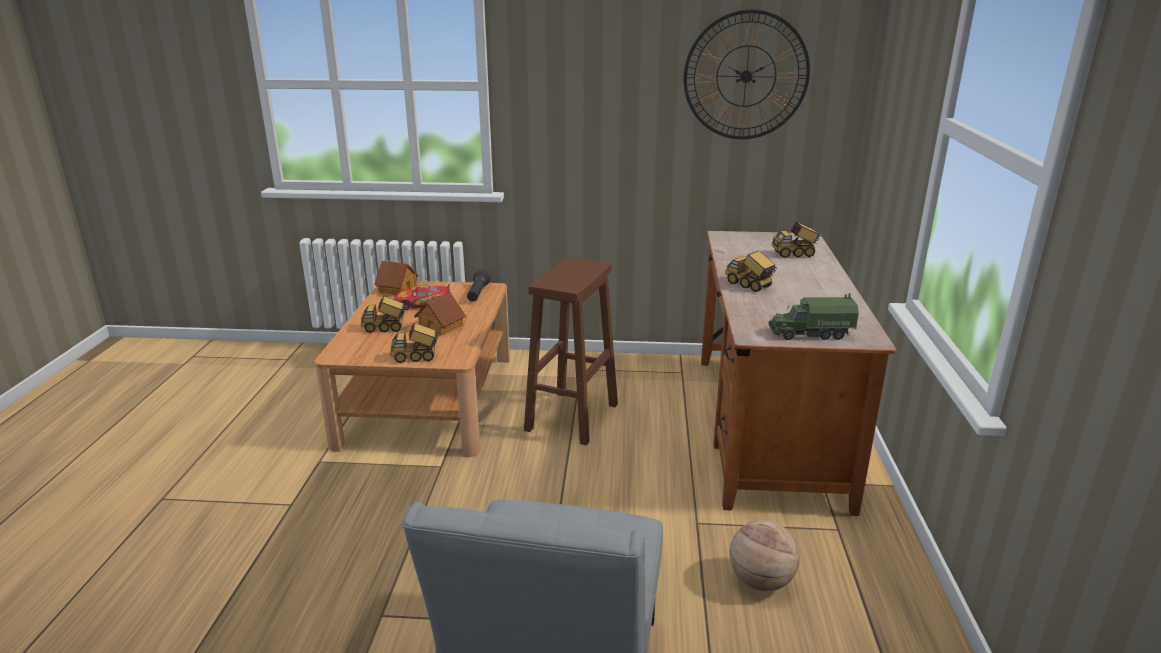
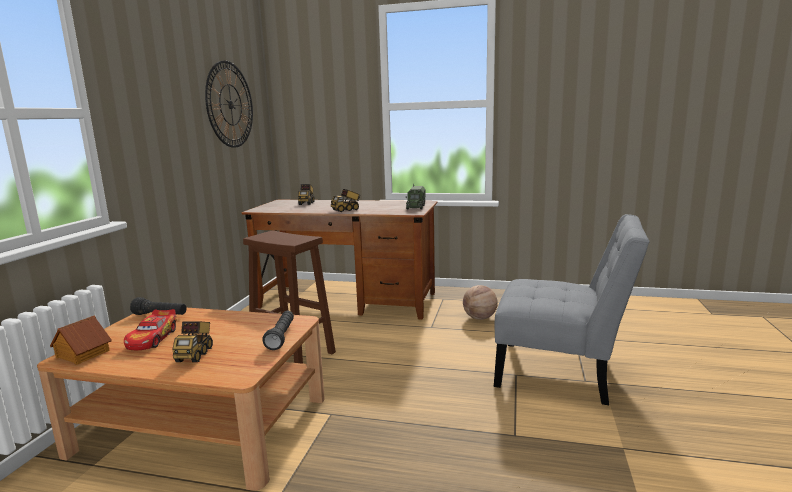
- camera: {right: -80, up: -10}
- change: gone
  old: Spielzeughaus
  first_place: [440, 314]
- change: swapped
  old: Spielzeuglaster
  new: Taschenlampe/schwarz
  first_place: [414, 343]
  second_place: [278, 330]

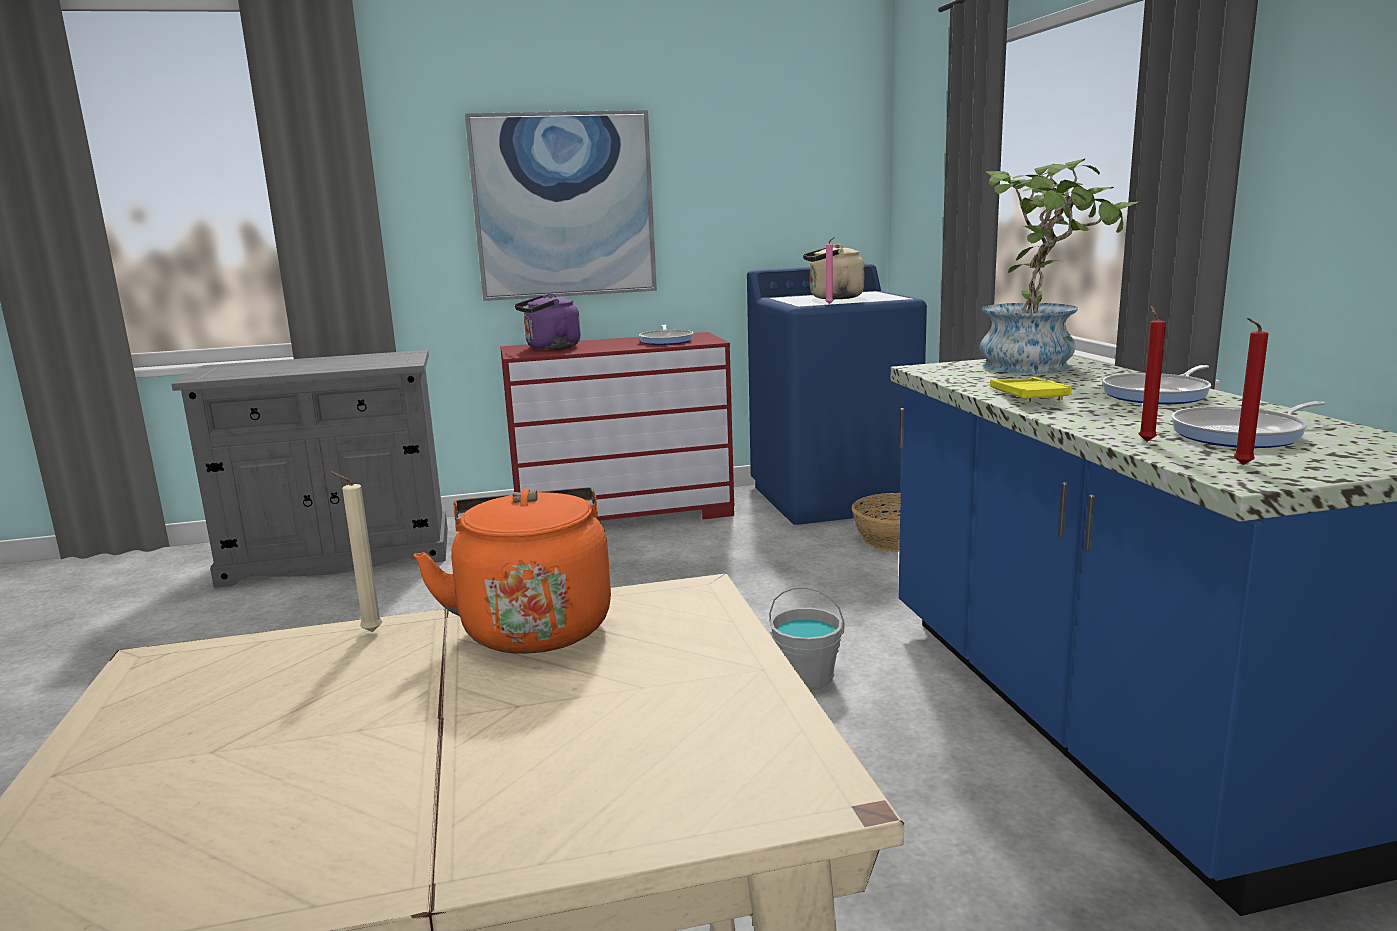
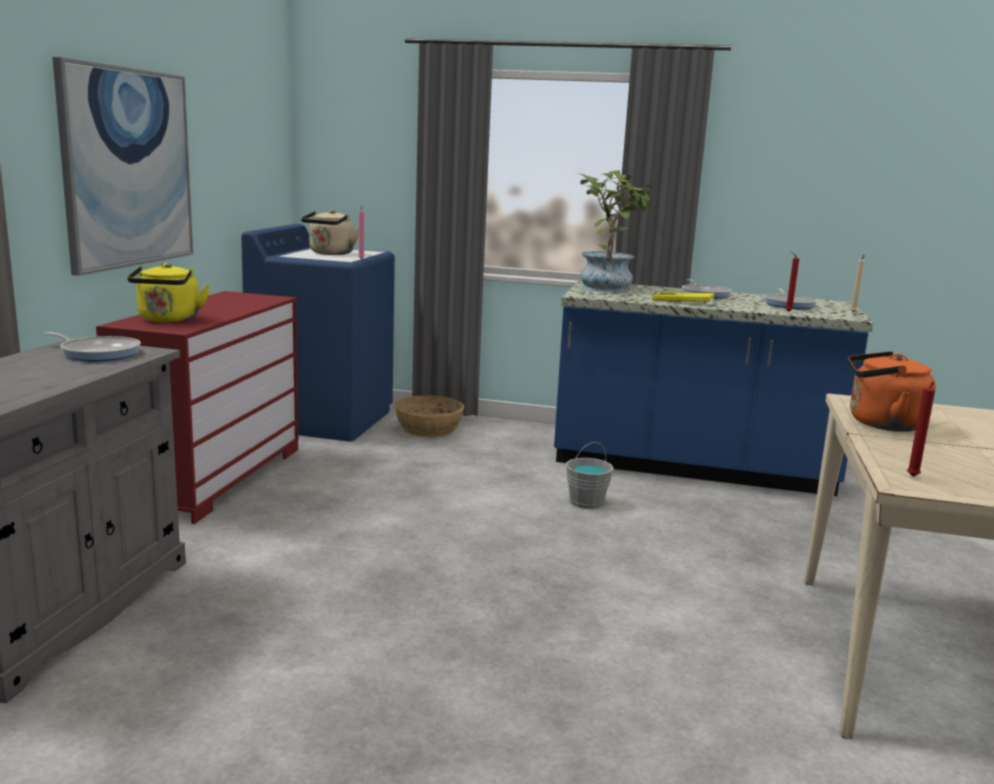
- camera: {right: -65, up: 0}
- change: repainted
  old: Wasserkessel/lila
  new: Wasserkessel/gelb
  first_place: [547, 322]
  second_place: [168, 293]
- change: shifted
  old: Kerze/rot
  first_place: [1251, 391]
  second_place: [921, 429]
- change: shifted
  old: Pfanne
  first_place: [666, 335]
  second_place: [92, 346]
- change: shifted
  old: Kerze/beige
  first_place: [355, 551]
  second_place: [857, 283]

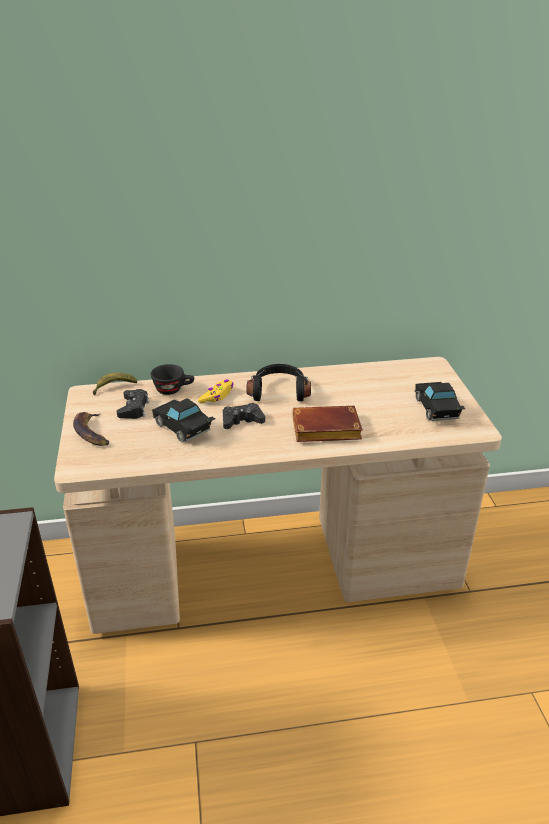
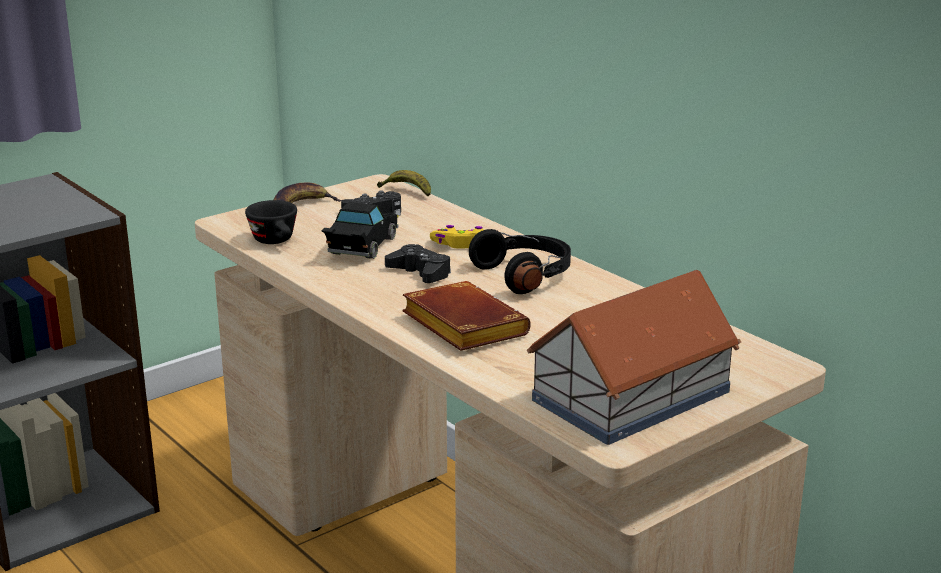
- camera: {right: 60, up: -10}
- change: shifted
  old: Tasse/schwarz
  first_place: [172, 379]
  second_place: [271, 222]
- change: swapped
  old: Spielzeugauto/schwarz
  new: Spielzeughaus
  first_place: [439, 401]
  second_place: [634, 357]

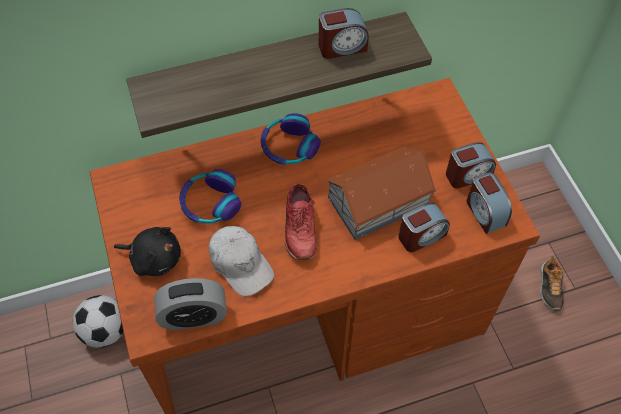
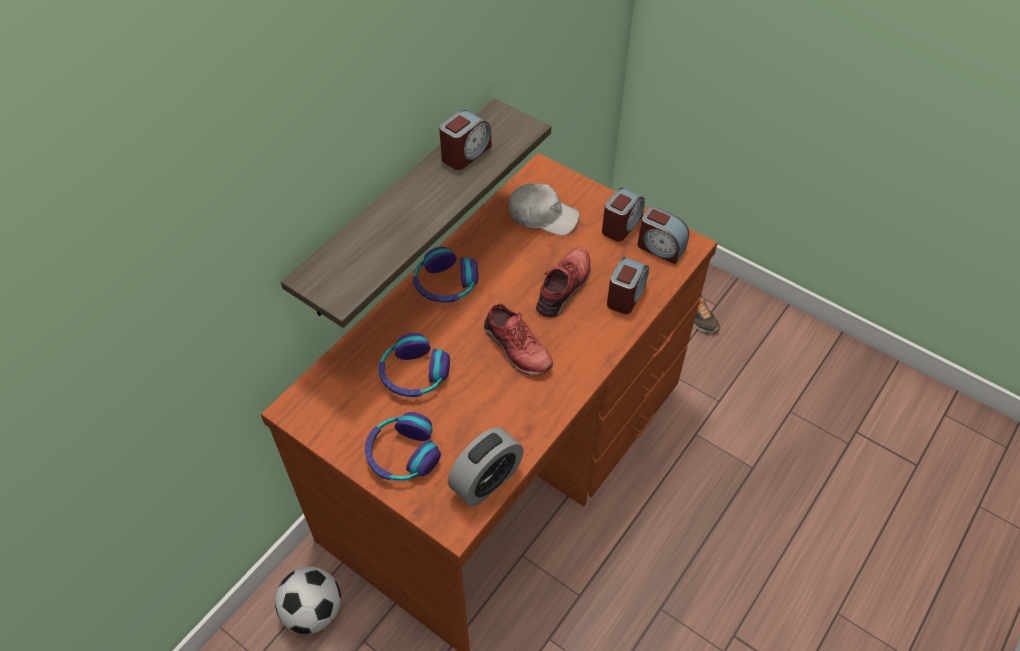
- camera: {right: -35, up: -5}
- change: swapped
  old: Spielzeughaus
  new: Schuh/rot
  first_place: [381, 193]
  second_place: [563, 282]
- change: shifted
  old: Kappe/weiß
  first_place: [241, 261]
  second_place: [544, 209]
- change: swapped
  old: Plüschtier/schwarz
  new: Kopfhörer
  first_place: [147, 251]
  second_place: [403, 446]

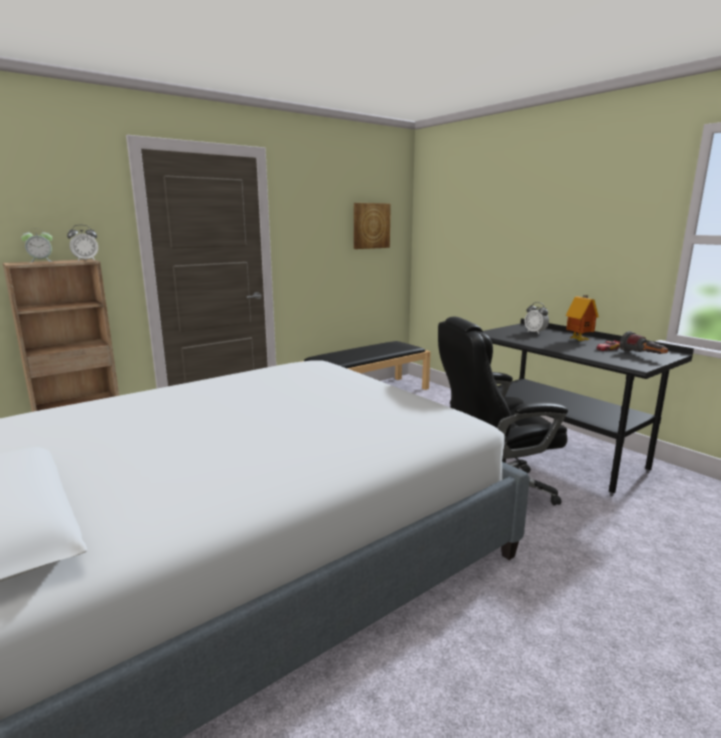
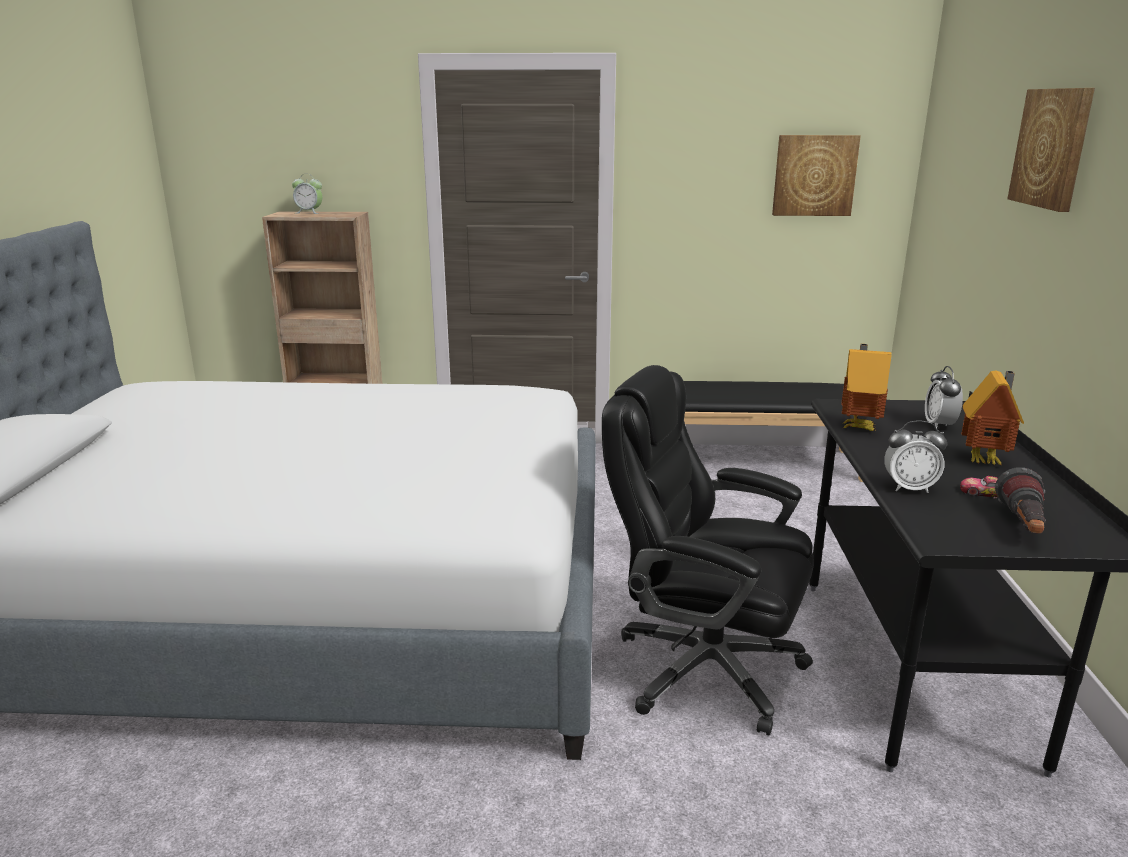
- camera: {right: 40, up: 5}
- change: shifted
  old: Wecker
  first_place: [82, 243]
  second_place: [915, 456]
- change: new
  new: Bild
  second_place: [1051, 150]
- change: new
  new: Spielzeughaus
  second_place: [866, 387]

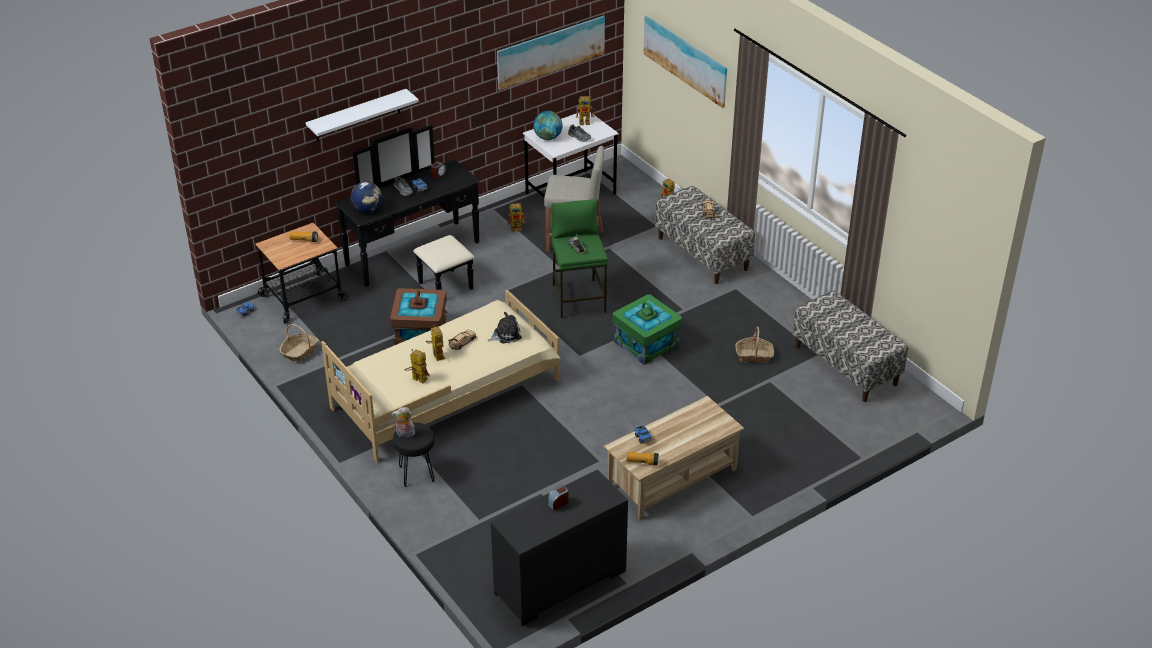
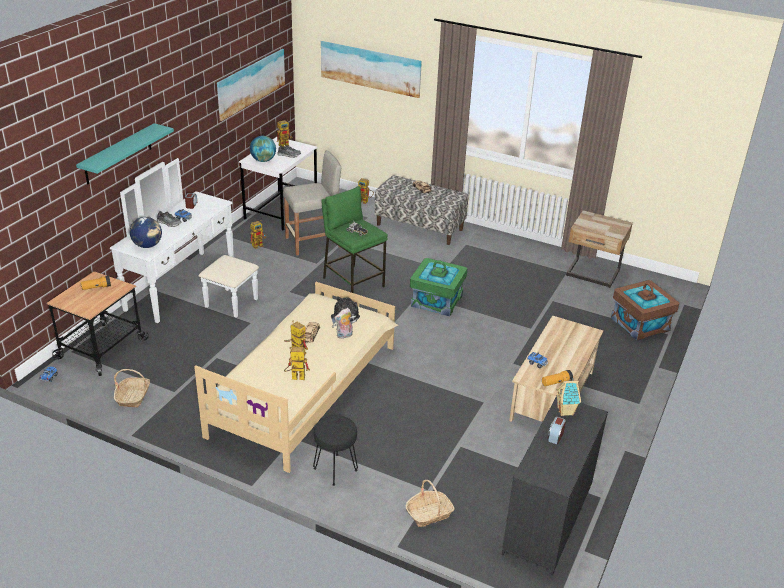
- camera: {right: -30, up: -5}
- change: repainted
  old: Wandregal/weiß
  new: Wandregal/türkis
  first_place: [362, 115]
  second_place: [125, 154]
- change: repainted
  old: Kommode/schwarz
  new: Kommode/weiß
  first_place: [407, 207]
  second_place: [184, 240]
- change: shifted
  old: Aufbewahrungsbox/braun
  first_place: [418, 316]
  second_place: [645, 310]
- change: swapped
  old: Bank
  new: Nachttisch/beige
  first_place: [850, 346]
  second_place: [599, 249]
- change: shifted
  old: Korb
  first_place: [754, 344]
  second_place: [430, 503]
- change: shifted
  old: Plüschtier
  first_place: [403, 422]
  second_place: [343, 323]
- change: new
  new: Spielzeughaus
  second_place: [568, 397]

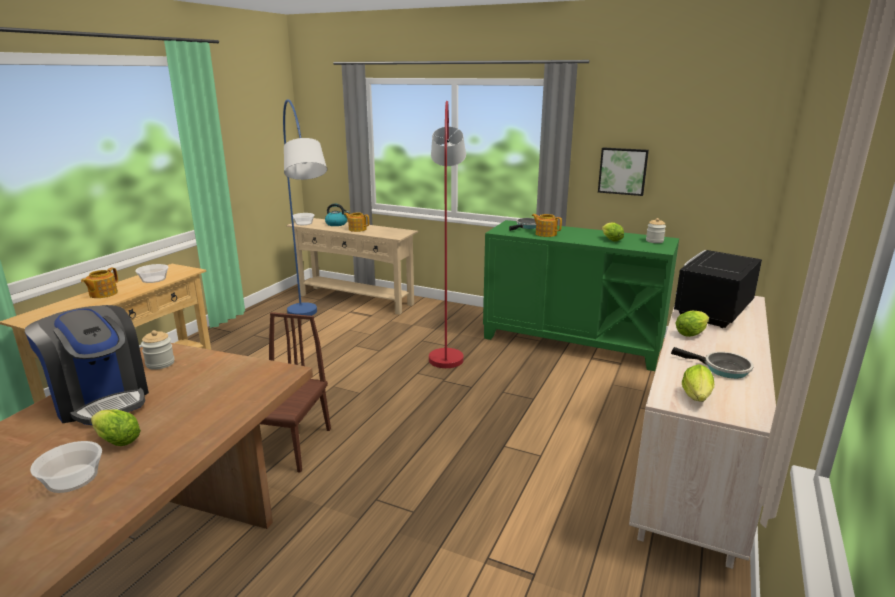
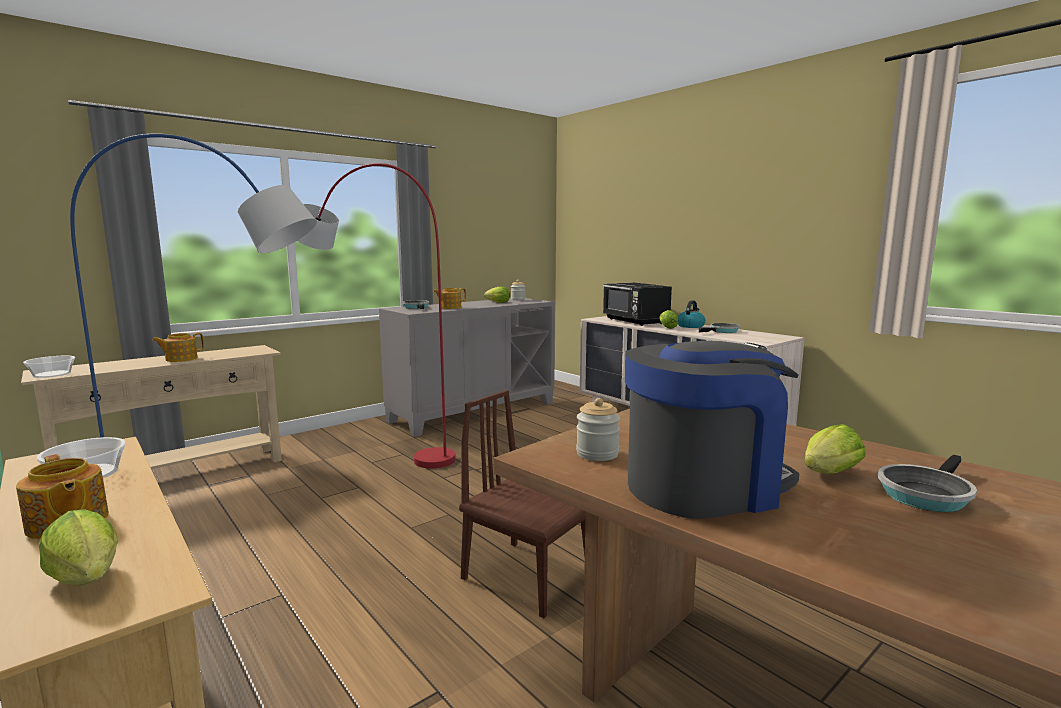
- camera: {right: -65, up: -10}
- change: gone
  old: Bild
  first_place: [623, 171]
- change: shifted
  old: Wasserkessel
  first_place: [337, 214]
  second_place: [691, 314]
- change: repainted
  old: Schrank/grün
  new: Schrank/grau
  first_place: [581, 295]
  second_place: [467, 367]
- change: shifted
  old: Salatkopf
  first_place: [698, 383]
  second_place: [78, 547]
- change: swapped
  old: Schüssel
  new: Pfanne
  first_place: [66, 467]
  second_place: [927, 483]

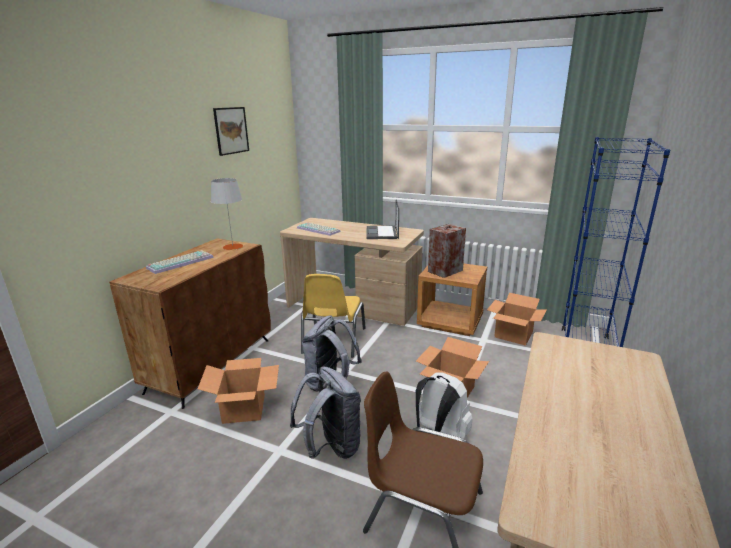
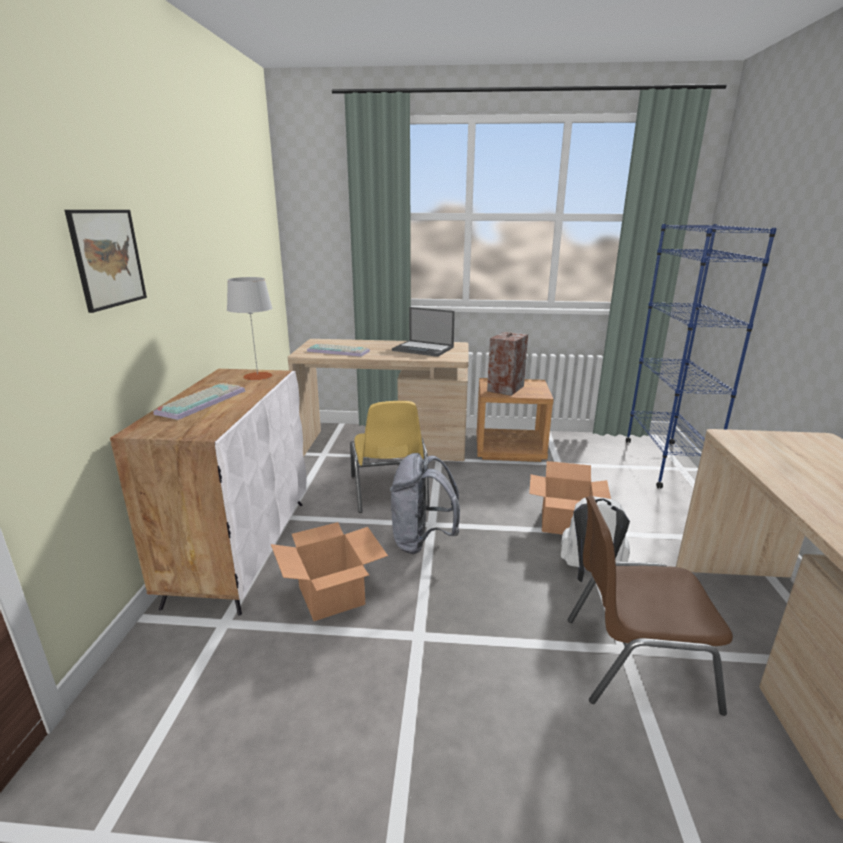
- camera: {right: -20, up: 0}
- change: shifted
  old: Bild
  first_place: [231, 131]
  second_place: [106, 261]
- change: rotated
  old: Laptop
  first_place: [383, 219]
  second_place: [423, 332]
  degrees: -45
- change: repainted
  old: Schrank/braun
  new: Schrank/weiß
  first_place: [190, 323]
  second_place: [208, 492]
- change: gone
  old: Karton
  first_place: [517, 319]
- change: gone
  old: Rucksack/grau
  first_place: [325, 413]

